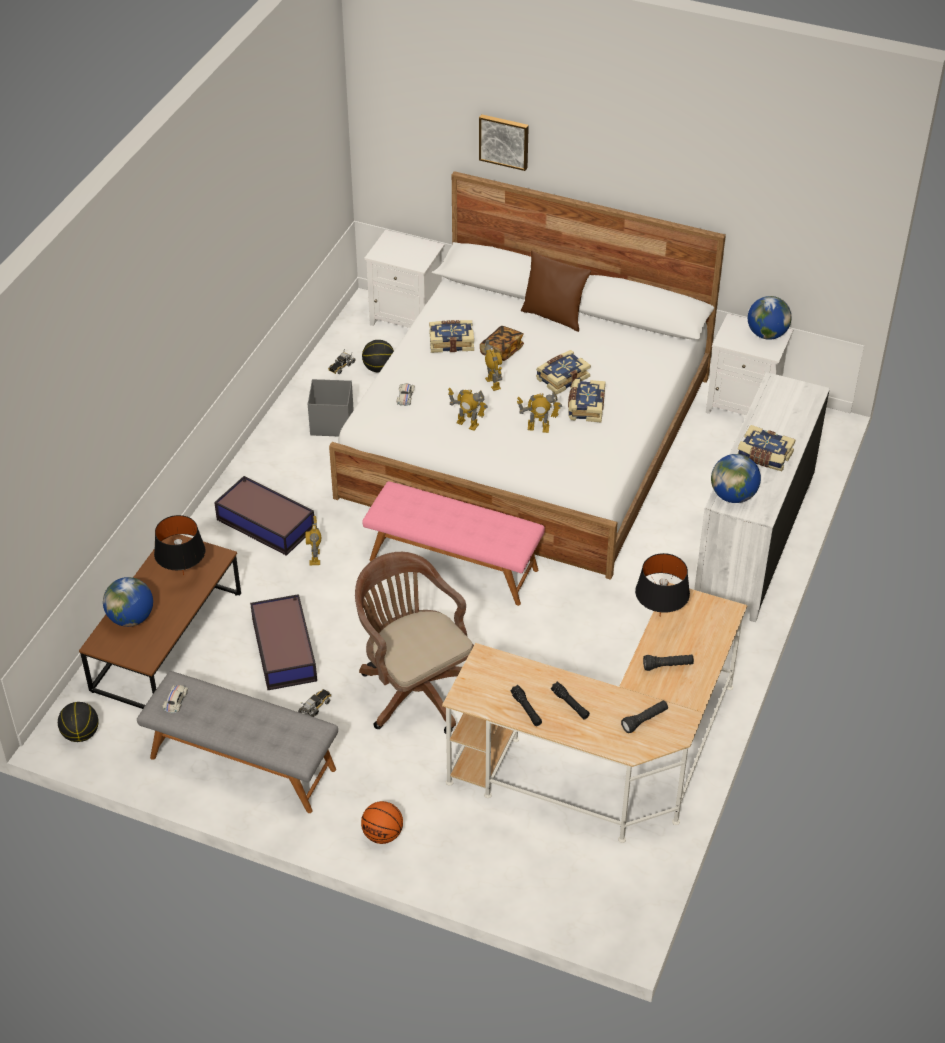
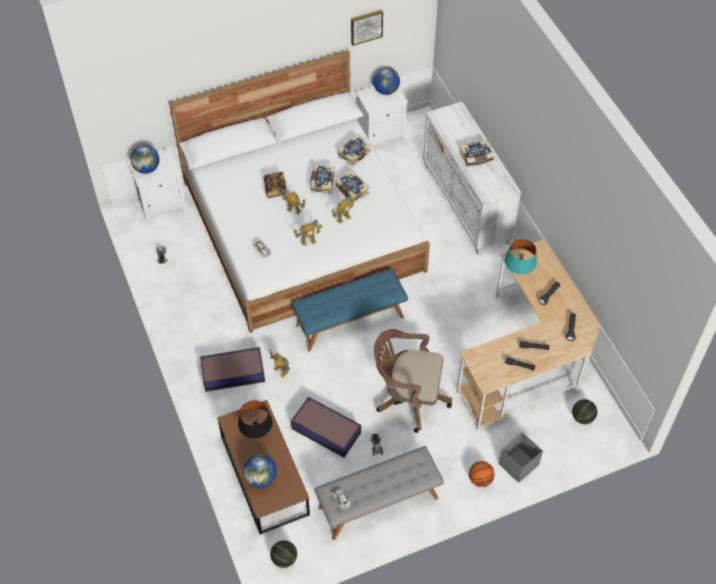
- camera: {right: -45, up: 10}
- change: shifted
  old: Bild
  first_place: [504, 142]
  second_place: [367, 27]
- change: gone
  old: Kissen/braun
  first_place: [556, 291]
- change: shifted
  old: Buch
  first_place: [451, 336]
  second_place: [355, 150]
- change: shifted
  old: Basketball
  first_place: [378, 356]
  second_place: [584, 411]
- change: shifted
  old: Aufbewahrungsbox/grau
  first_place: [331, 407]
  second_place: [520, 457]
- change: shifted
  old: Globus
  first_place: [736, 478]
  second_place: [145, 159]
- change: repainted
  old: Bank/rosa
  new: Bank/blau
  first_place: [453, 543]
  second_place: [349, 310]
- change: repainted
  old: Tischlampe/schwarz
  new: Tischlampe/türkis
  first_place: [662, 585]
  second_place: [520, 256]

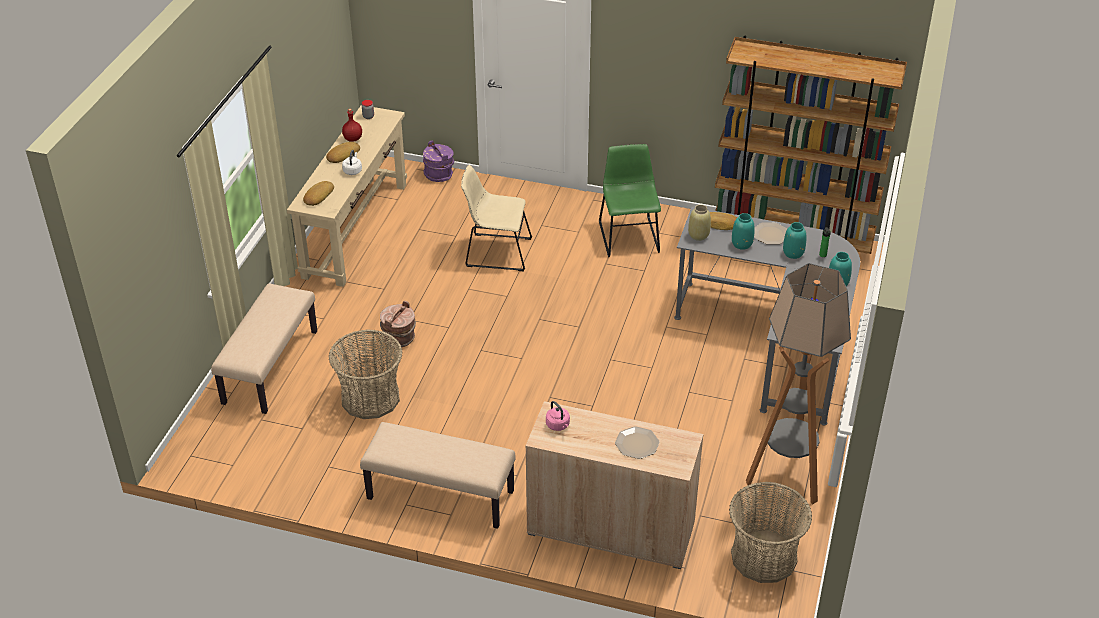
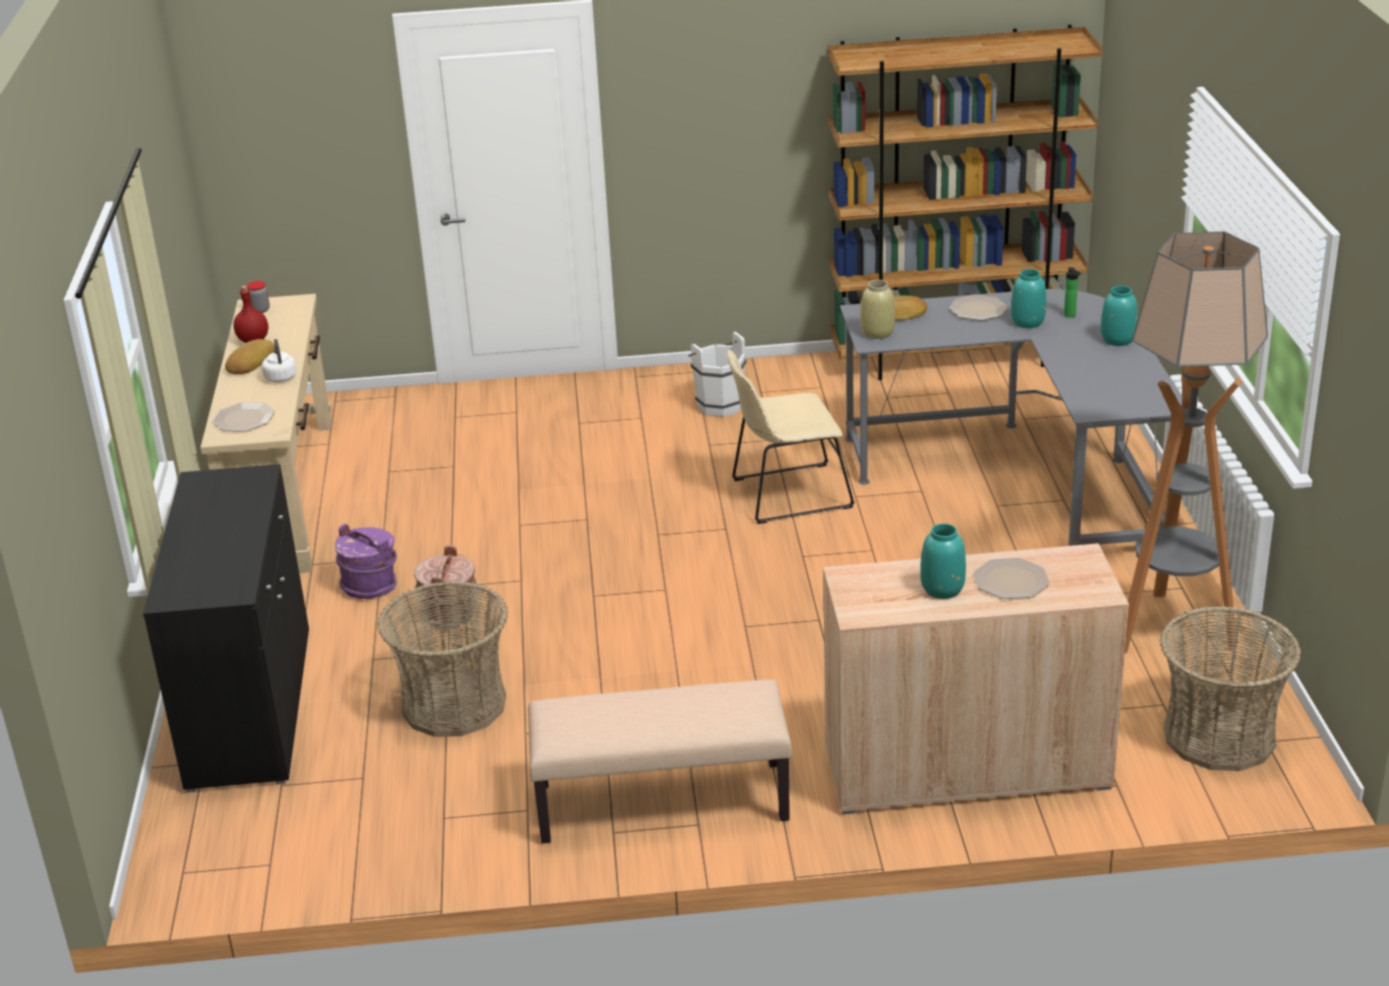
- camera: {right: -20, up: -10}
- change: shifted
  old: Eimer/lila
  first_place: [439, 161]
  second_place: [366, 561]
- change: swapped
  old: Stuhl/grün
  new: Eimer/weiß
  first_place: [630, 200]
  second_place: [717, 374]
- change: shifted
  old: Stuhl/beige
  first_place: [496, 218]
  second_place: [791, 436]
- change: swapped
  old: Brot
  new: Teller
  first_place: [318, 193]
  second_place: [243, 417]
- change: shifted
  old: Vase/türkis
  first_place: [743, 231]
  second_place: [943, 561]
- change: swapped
  old: Bank/beige
  new: Schrank/schwarz
  first_place: [264, 348]
  second_place: [226, 628]
- change: gone
  old: Wasserkessel/rosa
  first_place: [558, 416]

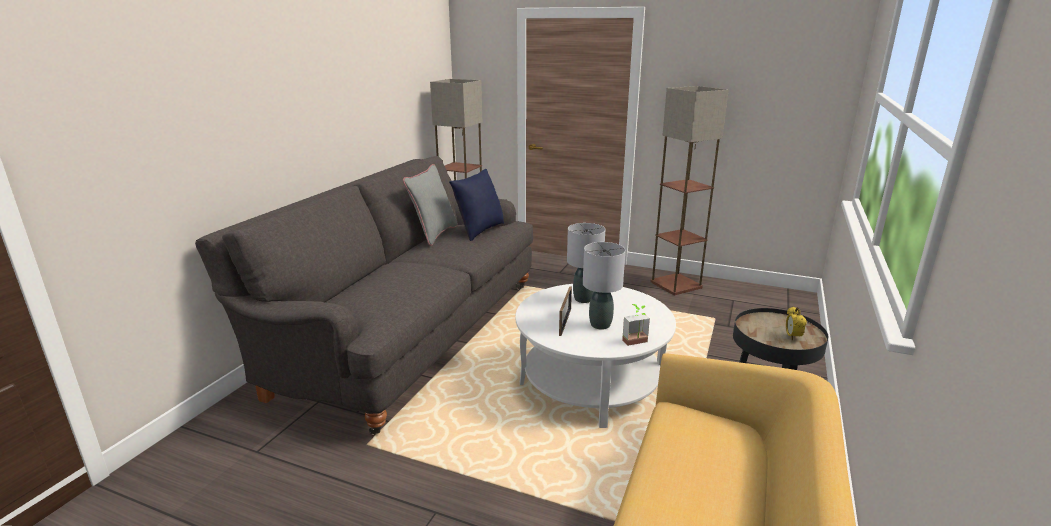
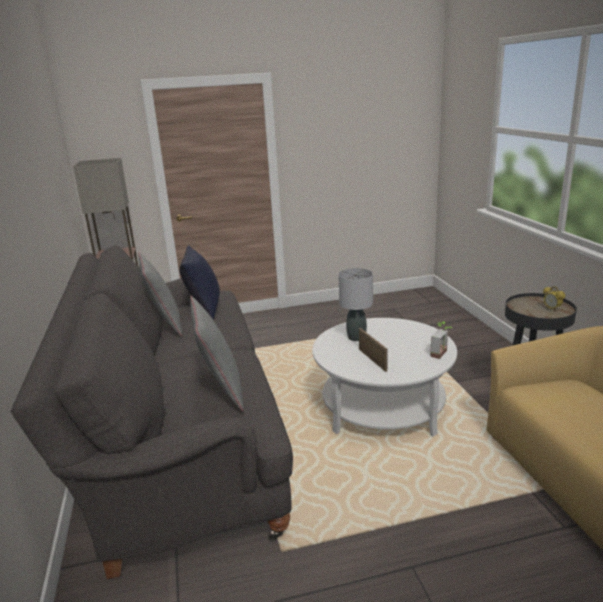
- camera: {right: -35, up: 0}
- change: gone
  old: Stehlampe
  first_place: [689, 190]
- change: gone
  old: Tischlampe/grau
  first_place: [604, 286]
- change: new
  new: Kissen/grau
  second_place: [217, 354]

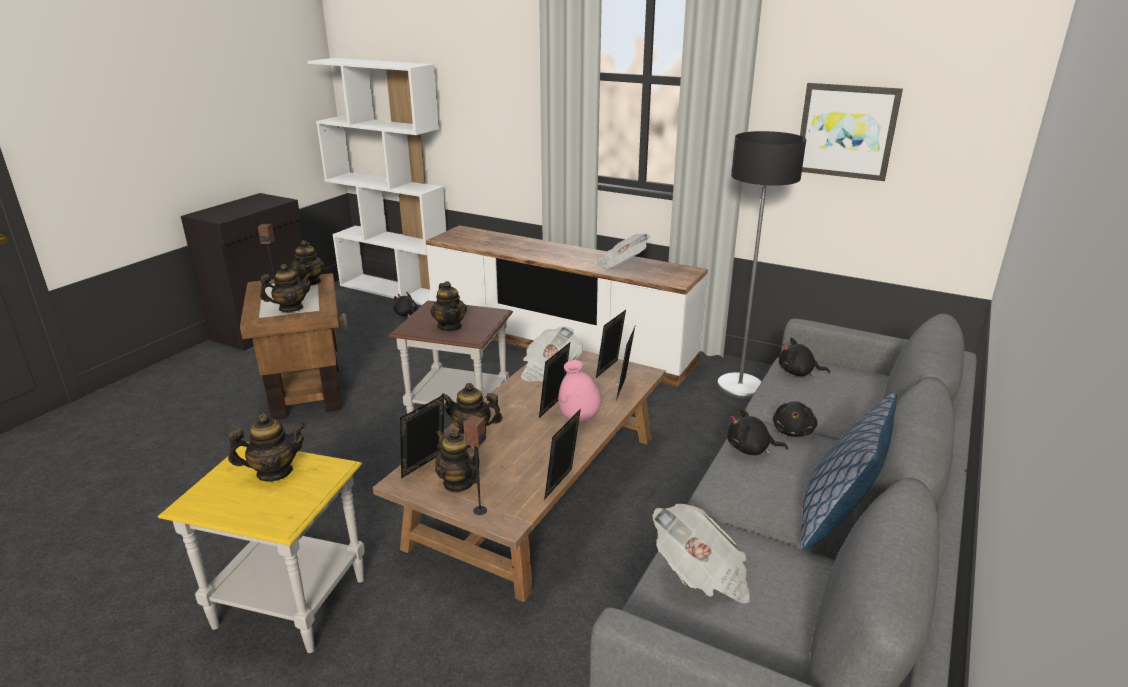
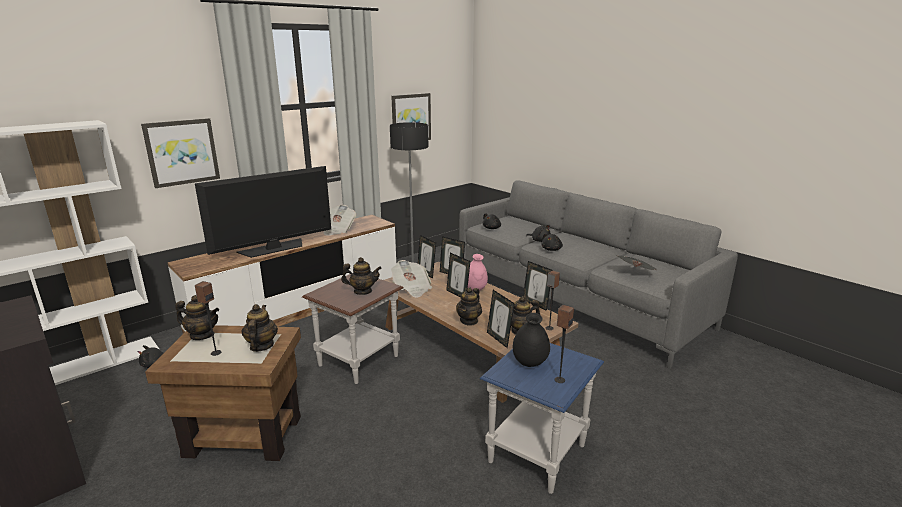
- camera: {right: -70, up: -5}
- change: gone
  old: Kissen
  first_place: [848, 471]
- change: swapped
  old: Teekanne
  new: Vase/schwarz
  first_place: [267, 447]
  second_place: [531, 340]
- change: repainted
  old: Beistelltisch/gelb
  new: Beistelltisch/blau
  first_place: [261, 547]
  second_place: [542, 418]
- change: new
  new: Bild
  second_place: [180, 153]
- change: new
  new: Fernseher
  second_place: [263, 212]
- change: new
  new: Lautsprecher
  second_place: [564, 344]

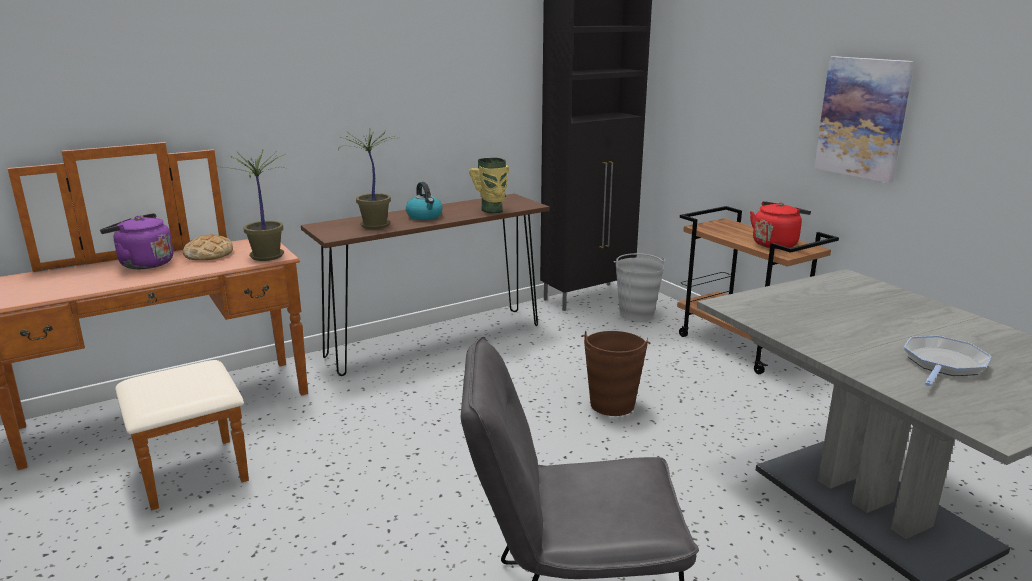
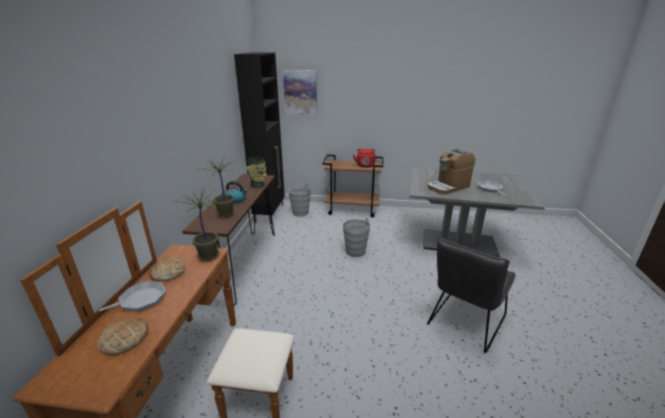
- camera: {right: -50, up: 5}
- change: shifted
  old: Bild
  first_place: [864, 119]
  second_place: [300, 93]
- change: swapped
  old: Wasserkessel/lila
  new: Pfanne
  first_place: [136, 241]
  second_place: [132, 296]
- change: repainted
  old: Eimer/braun
  new: Eimer/grau
  first_place: [616, 373]
  second_place: [357, 237]
- change: new
  new: Kaffeemaschine
  second_place: [451, 172]
- change: new
  new: Brot
  second_place: [123, 336]

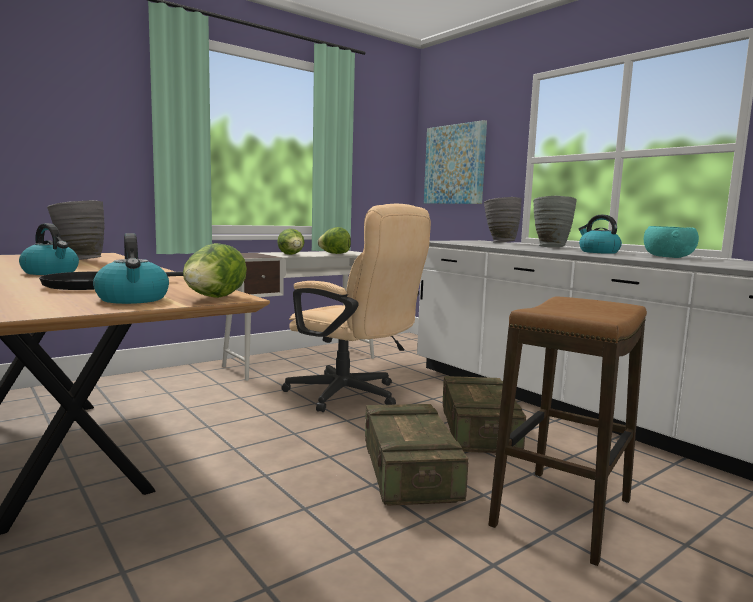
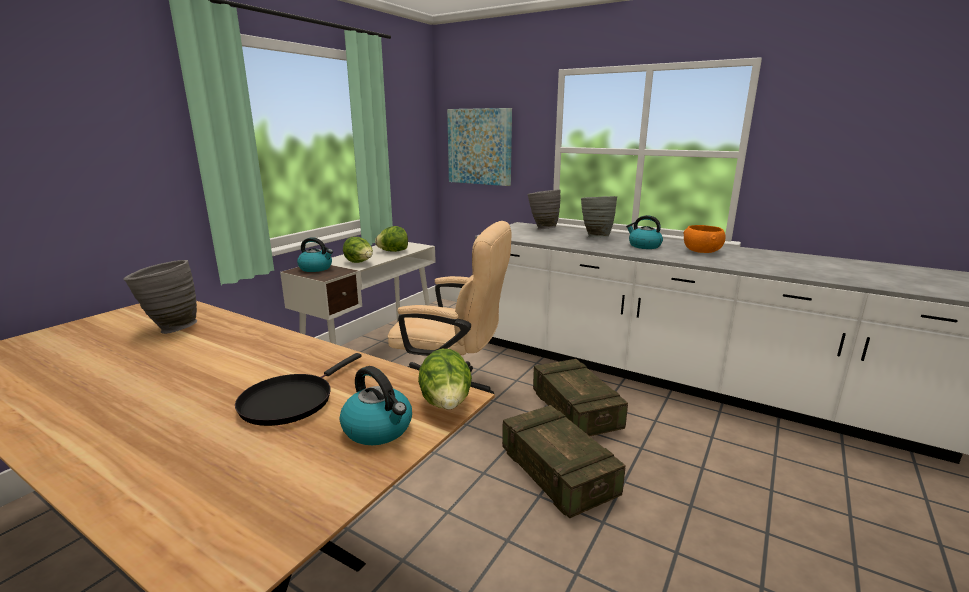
- camera: {right: -20, up: 10}
- change: shifted
  old: Wasserkessel
  first_place: [49, 249]
  second_place: [315, 254]
- change: repainted
  old: Schüssel/türkis
  new: Schüssel/orange
  first_place: [671, 242]
  second_place: [704, 239]
- change: gone
  old: Hocker
  first_place: [567, 431]

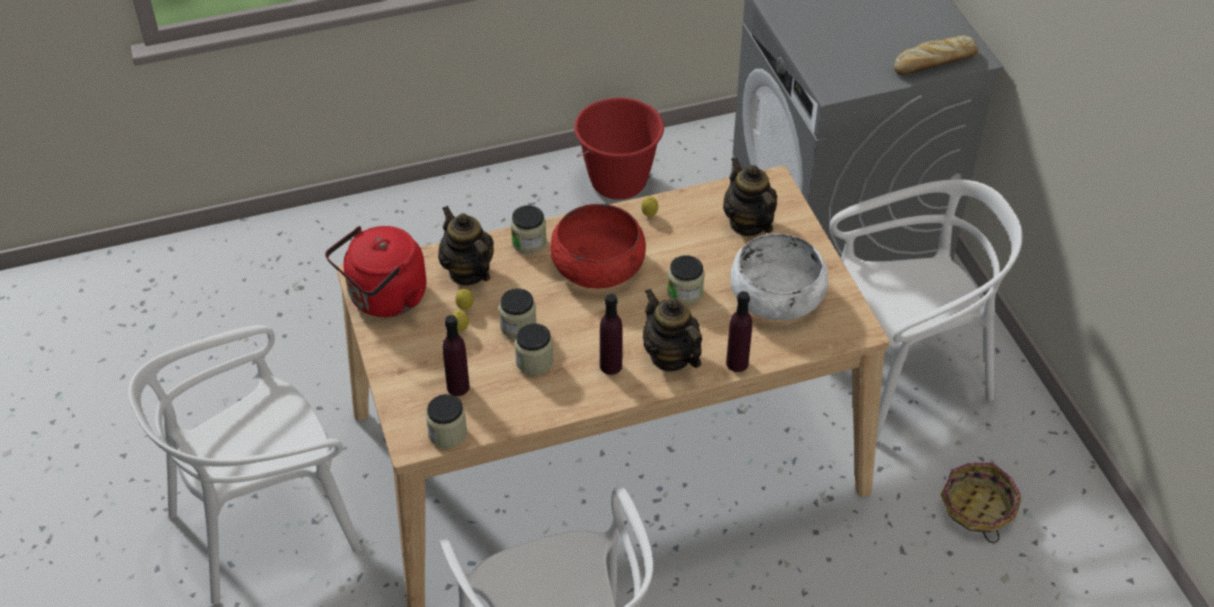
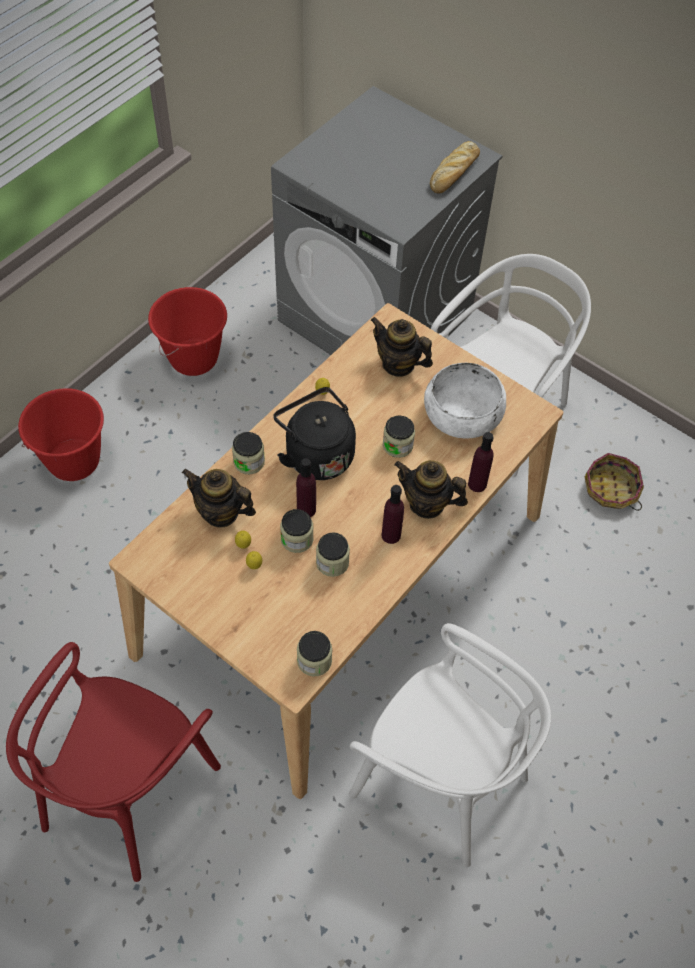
- camera: {right: -35, up: 10}
- change: swapped
  old: Schüssel/rot
  new: Wasserkessel/schwarz
  first_place: [598, 246]
  second_place: [315, 433]
- change: gone
  old: Wasserkessel/rot
  first_place: [376, 271]
- change: shifted
  old: Flasche/lila
  first_place: [456, 355]
  second_place: [306, 487]
- change: repainted
  old: Stuhl/weiß
  new: Stuhl/rot
  first_place: [245, 465]
  second_place: [113, 762]
- change: new
  new: Eimer/rot
  second_place: [61, 434]

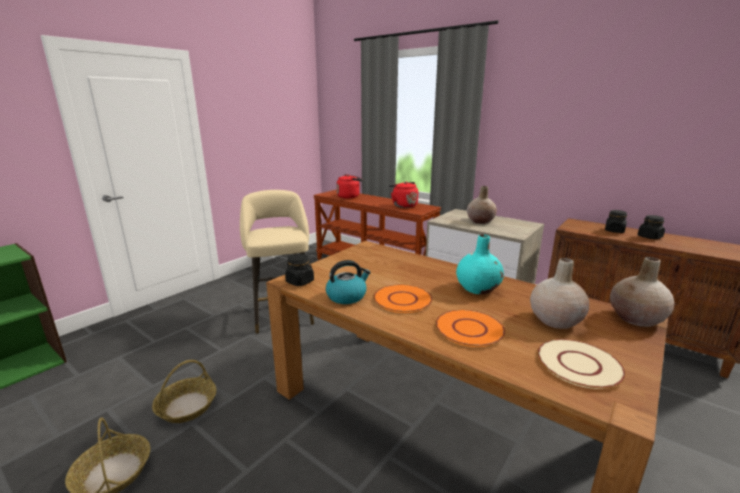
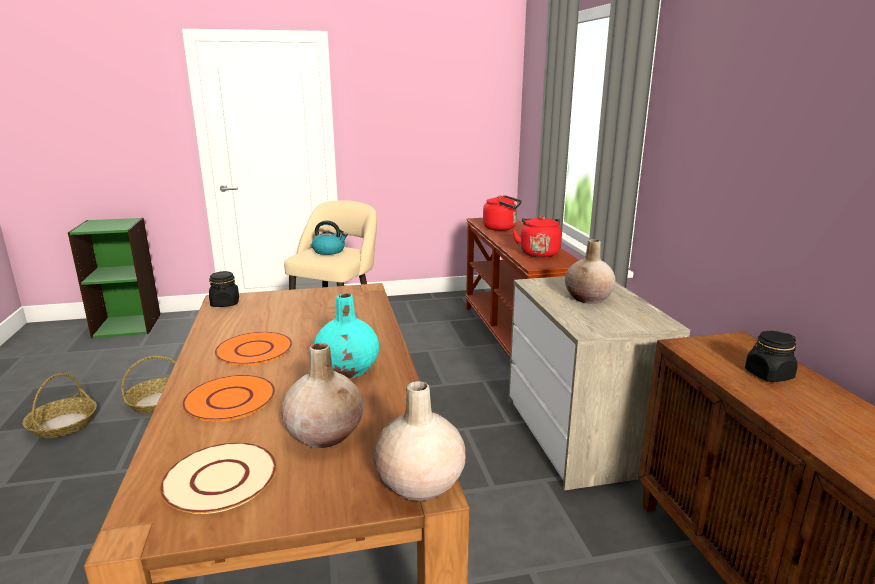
- camera: {right: 40, up: 0}
- change: gone
  old: Vorratsglas/schwarz
  first_place: [651, 227]
- change: shifted
  old: Wasserkessel
  first_place: [348, 282]
  second_place: [330, 238]

